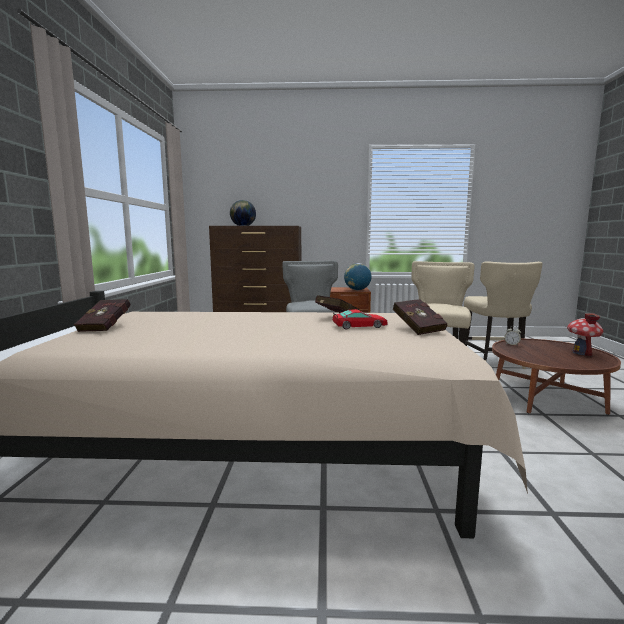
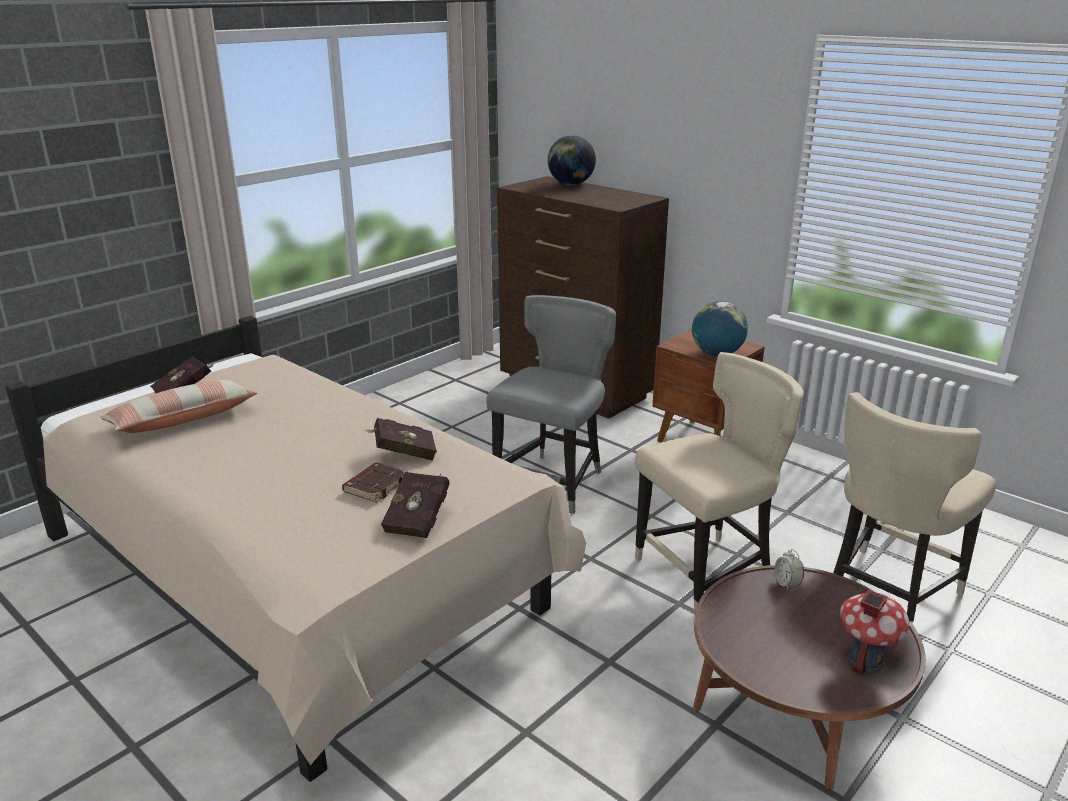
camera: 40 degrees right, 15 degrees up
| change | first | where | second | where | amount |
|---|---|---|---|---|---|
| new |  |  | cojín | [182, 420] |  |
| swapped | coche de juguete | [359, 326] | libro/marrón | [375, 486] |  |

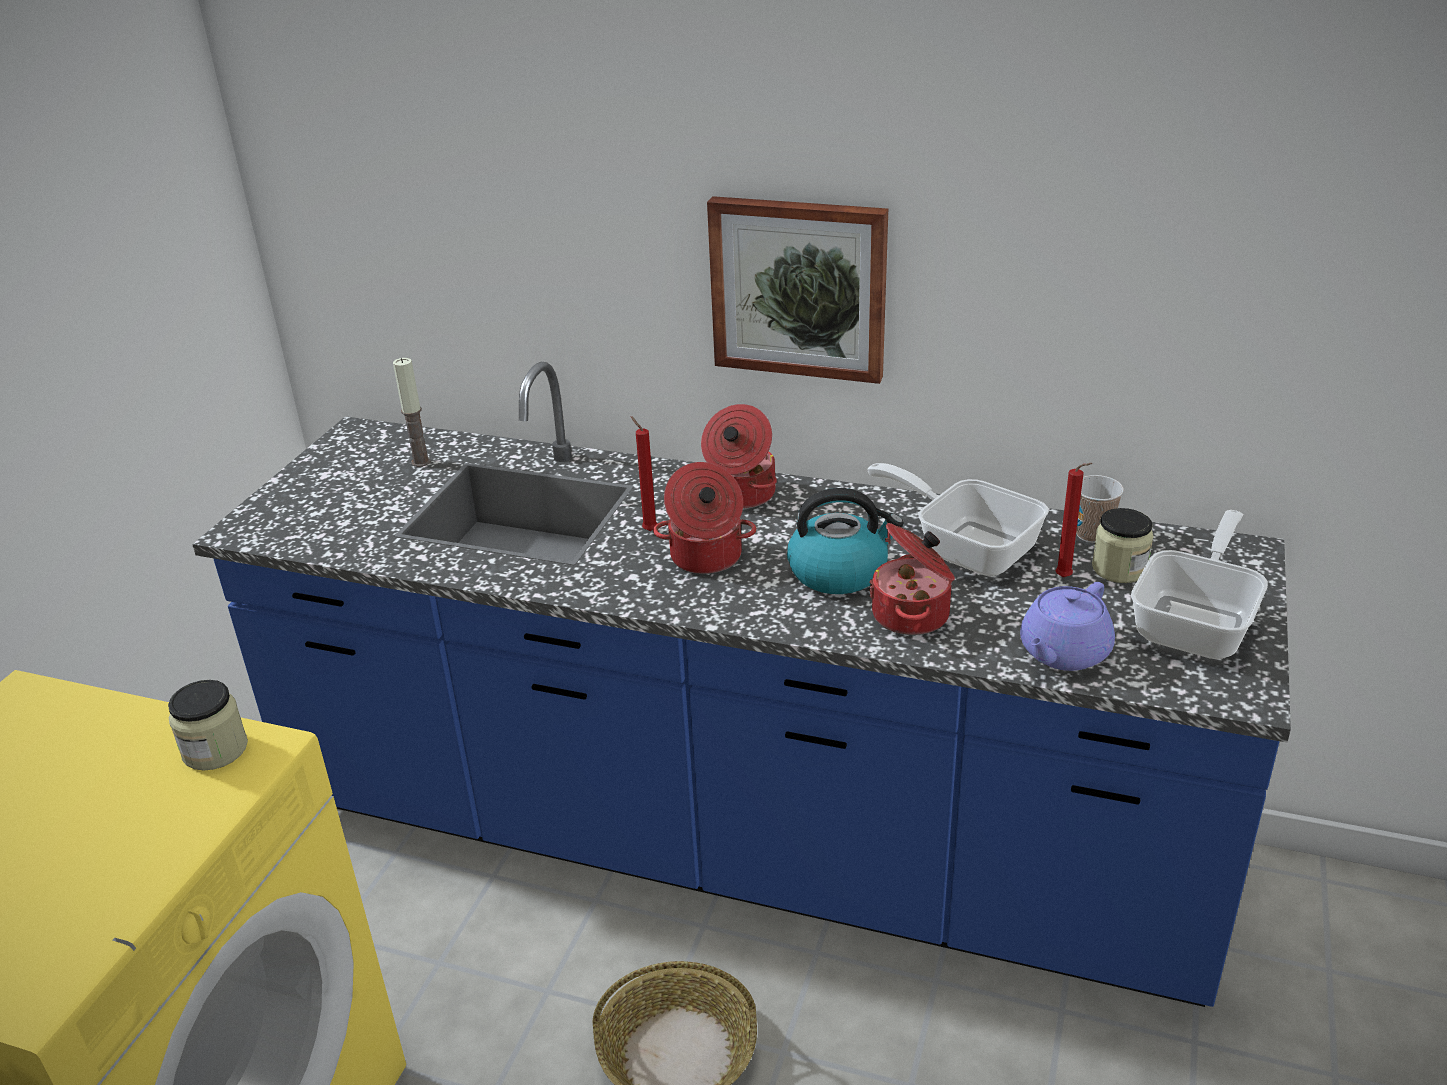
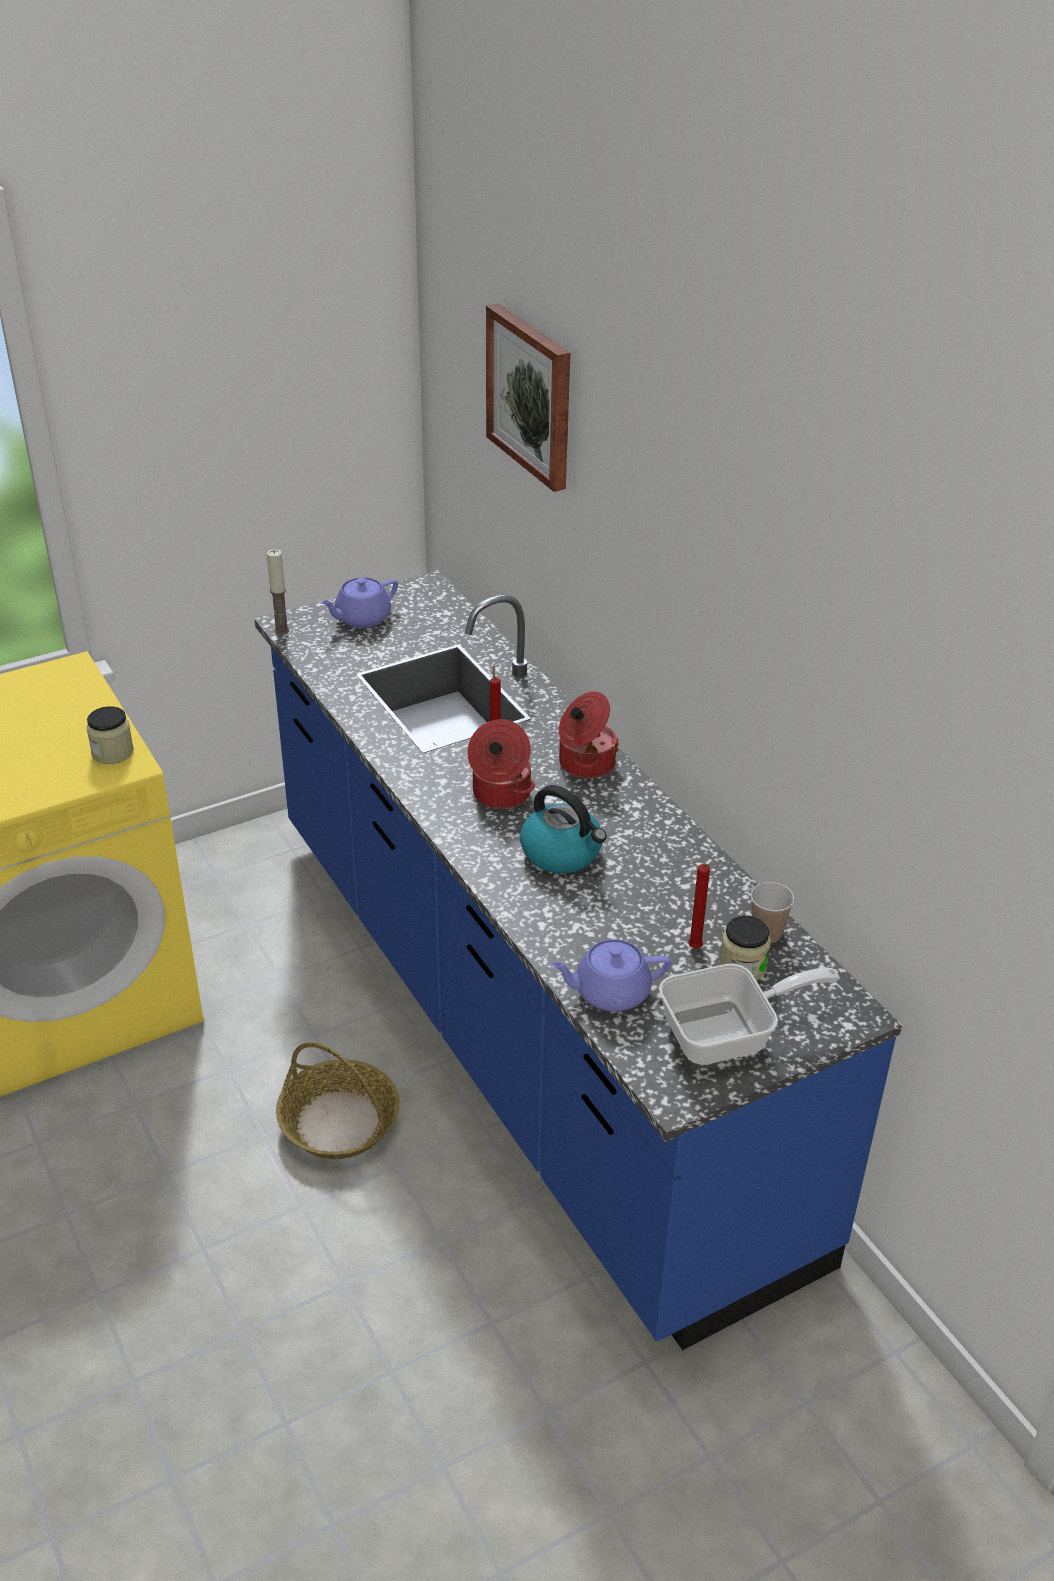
camera: 40 degrees right, 5 degrees up
| change | first | where | second | where | amount |
|---|---|---|---|---|---|
| shifted | vela | [421, 462] |  | [281, 630] |  |
| new |  |  | tetera/morado | [361, 618] |  |
| shifted | cuadro | [799, 287] |  | [532, 395] |  |
| gone | sartén | [966, 547] |  |  |  |
| gone | olla | [913, 615] |  |  |  |

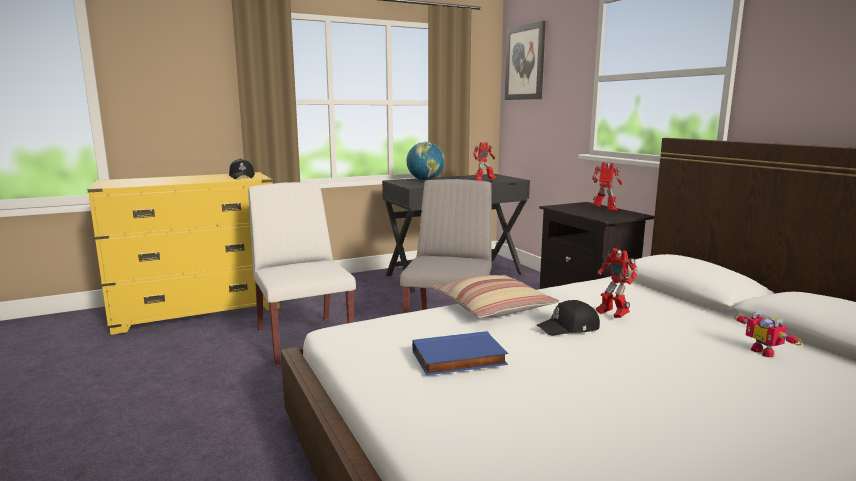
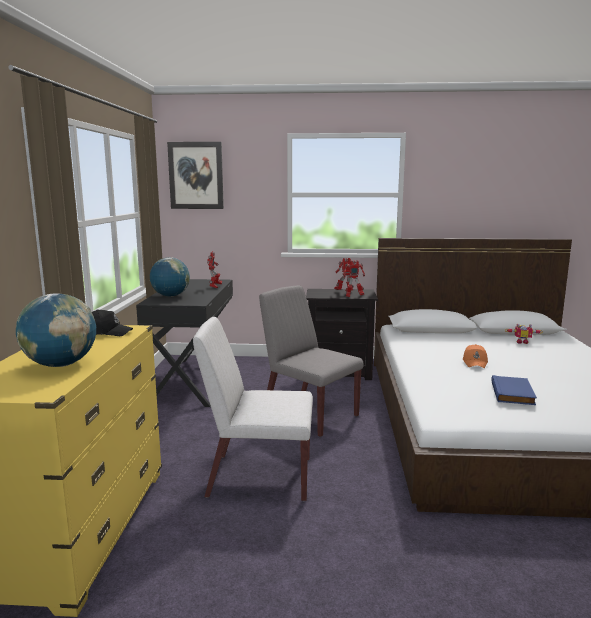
camera: 60 degrees left, 0 degrees up
| change | first | where | second | where | amount |
|---|---|---|---|---|---|
| new |  |  | globo terráqueo | [61, 365] |  |
| shifted | robot de juguete | [611, 315] |  | [353, 296] |  |
| repainted | gorra/negro | [569, 328] | gorra/naranja | [475, 362] |  |
| gone | cojín | [492, 307] |  |  |  |

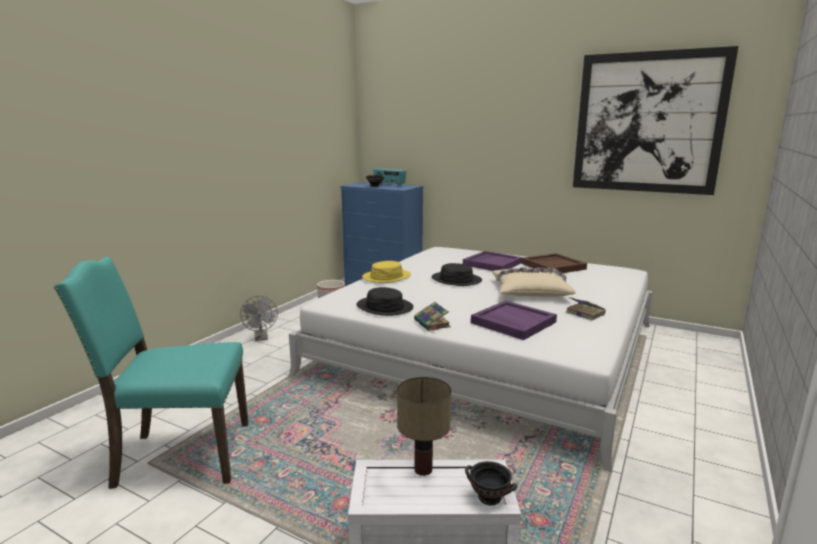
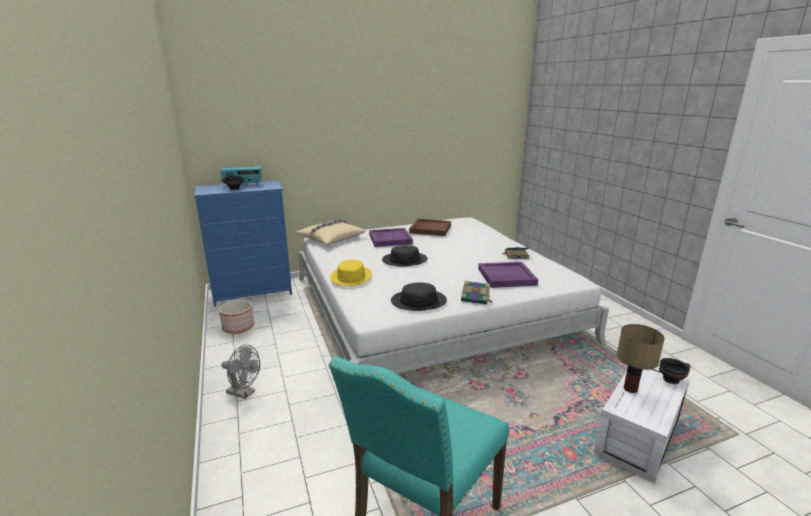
camera: 50 degrees left, 5 degrees up
| change | first | where | second | where | amount |
|---|---|---|---|---|---|
| shifted | cojín/beis | [530, 290] |  | [331, 238] |  |
| gone | cuadro | [647, 123] |  |  |  |

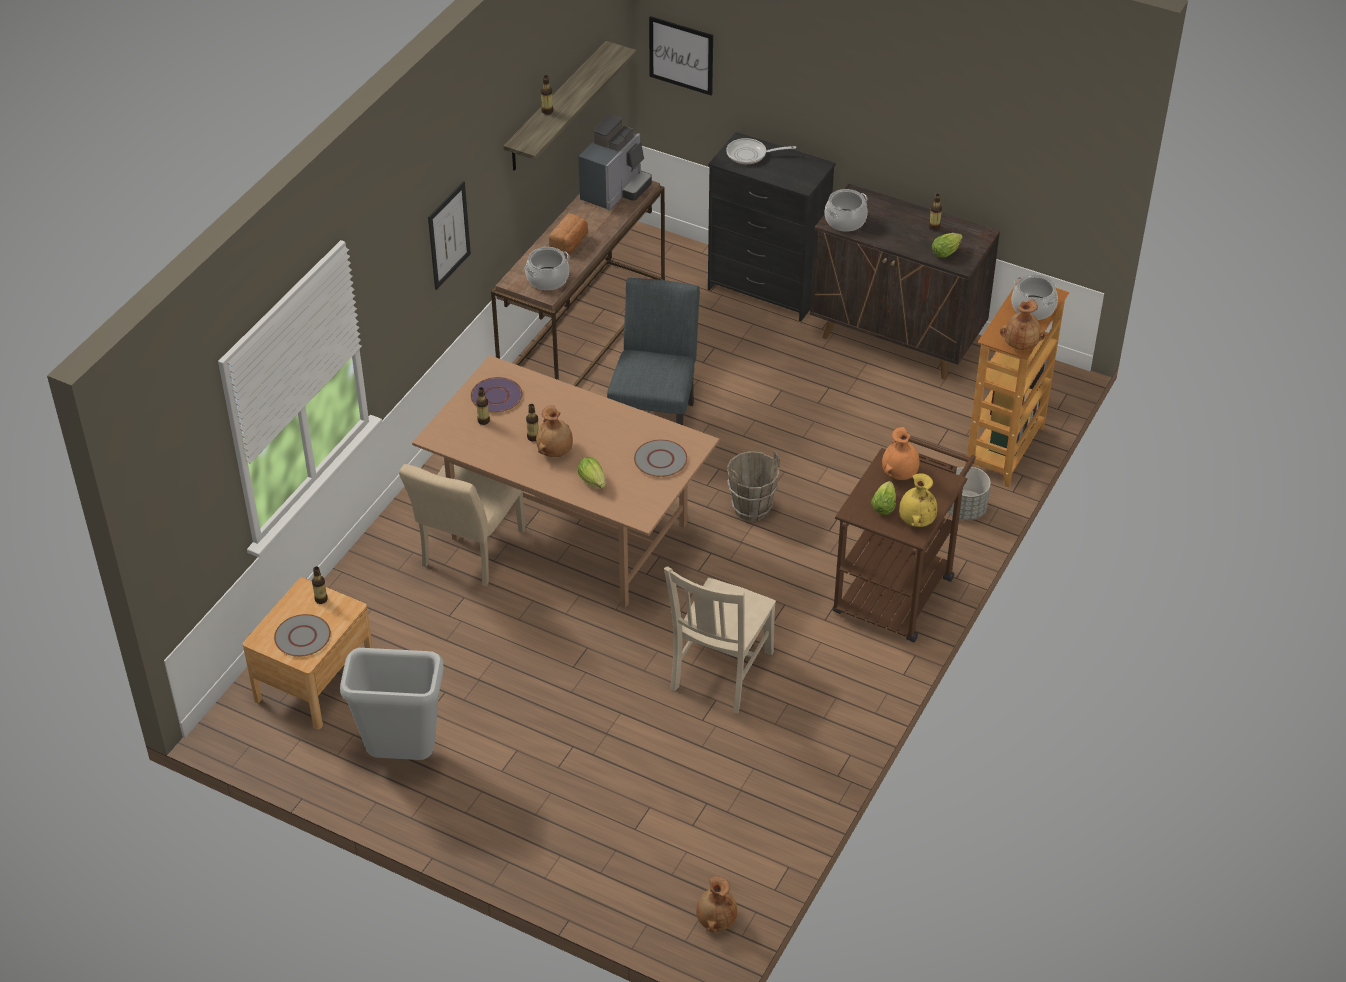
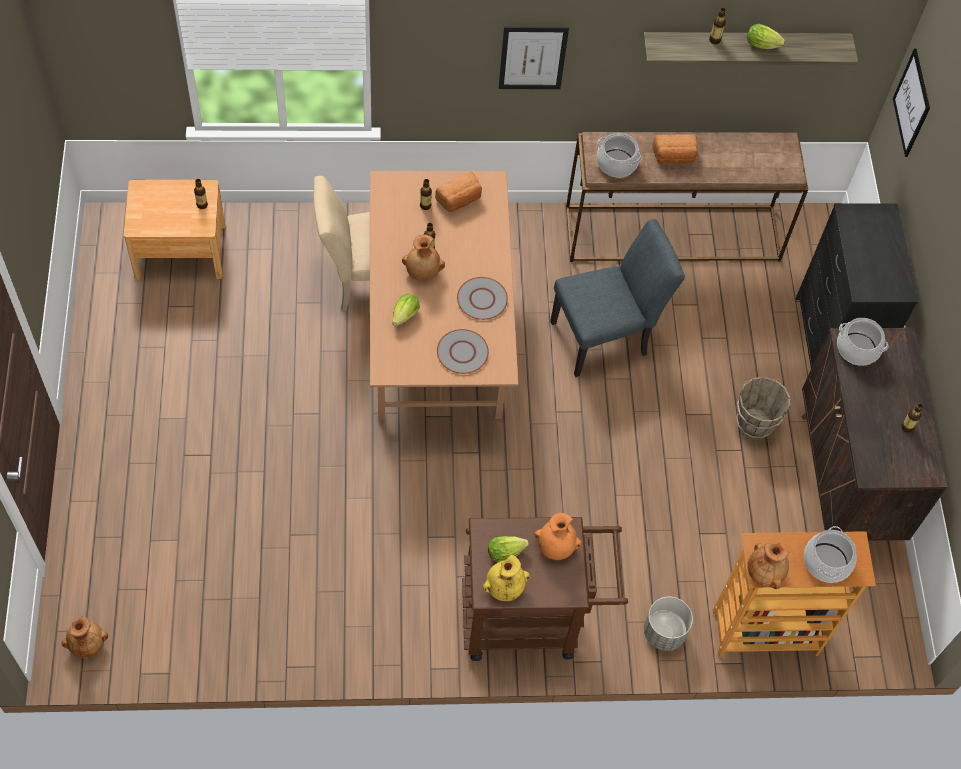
camera: 55 degrees right, 15 degrees up
| change | first | where | second | where | amount |
|---|---|---|---|---|---|
| swapped | plato/morado | [496, 396] | pan | [459, 200] |  |
| shifted | plato/gris | [302, 636] |  | [482, 299] |  |
| shifted | cubo/marrón | [751, 508] |  | [754, 424] |  |
| shifted | lechuga | [947, 251] |  | [764, 45] |  |
| gone | papelera/gris | [403, 755] |  |  |  |
| gone | cafetera | [615, 190] |  |  |  |
| gone | silla/beis | [720, 673] |  |  |  |
| gone | sartén | [750, 155] |  |  |  |

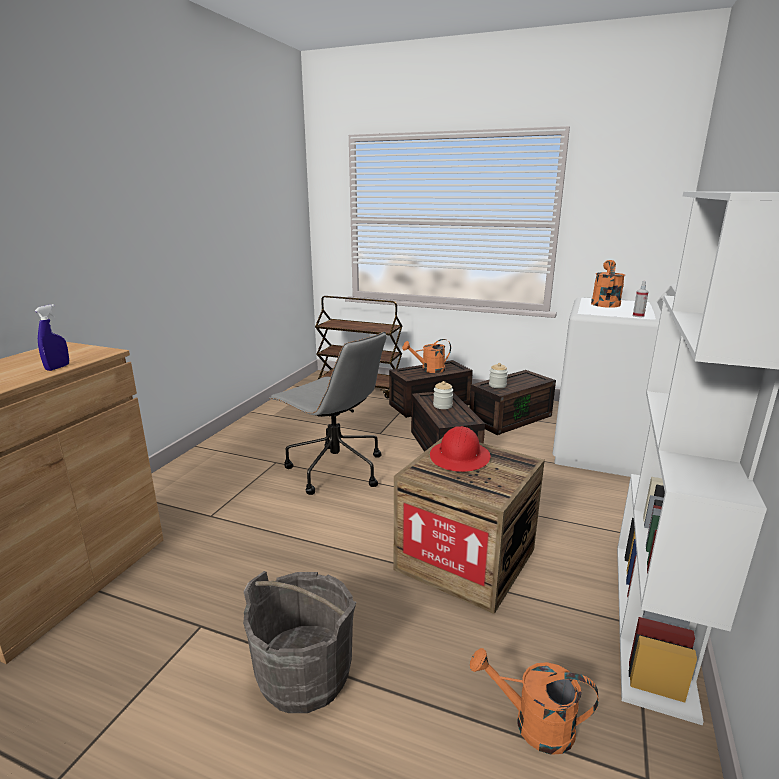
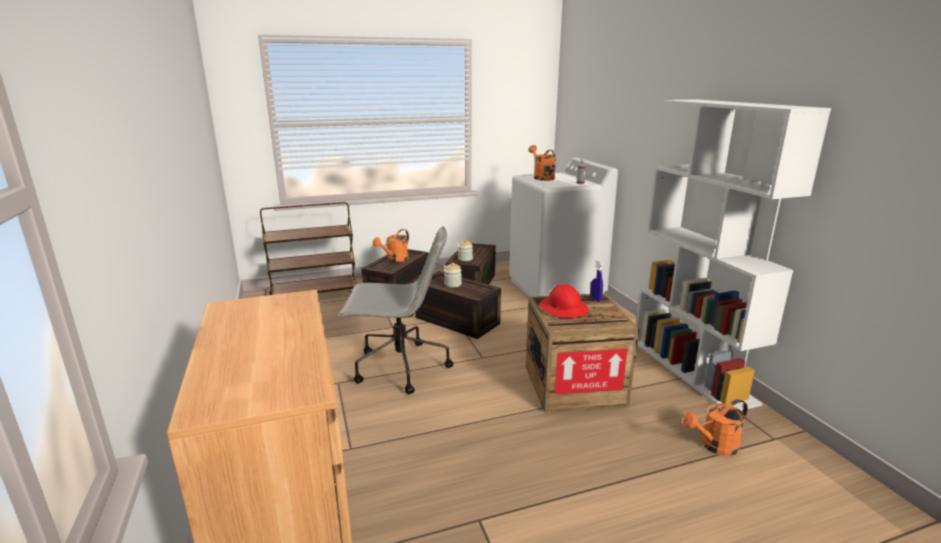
camera: 40 degrees left, 0 degrees up
| change | first | where | second | where | amount |
|---|---|---|---|---|---|
| shifted | pulverizador/azul | [58, 367] |  | [595, 299] |  |
| gone | cubo/gris | [304, 675] |  |  |  |

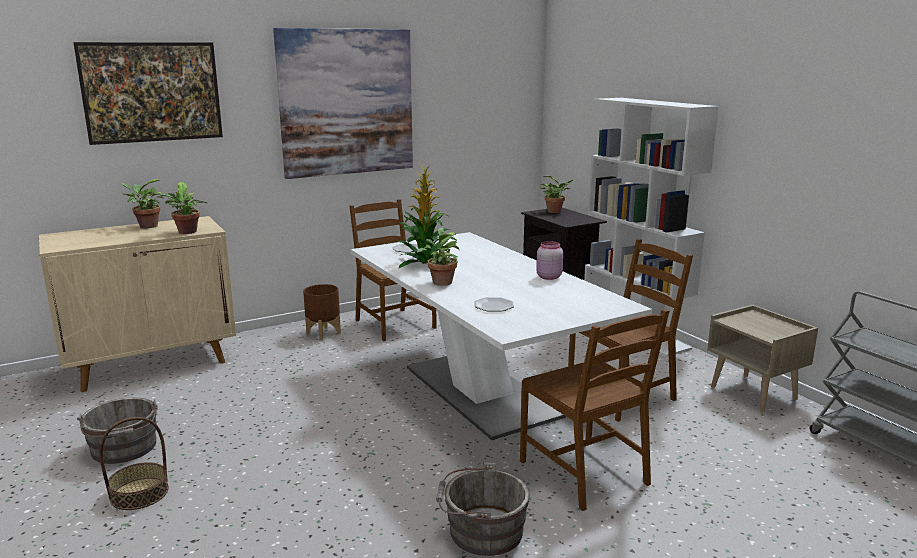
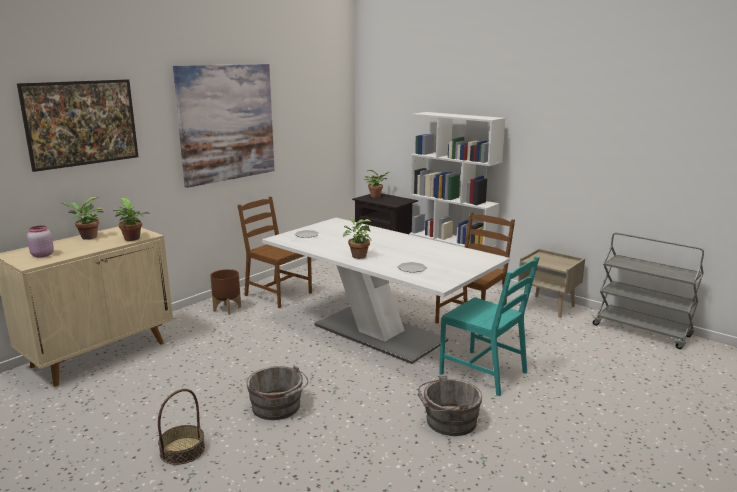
camera: 20 degrees left, 0 degrees up
| change | first | where | second | where | amount |
|---|---|---|---|---|---|
| shifted | tarro/rosa | [548, 277] |  | [42, 255] |  |
| shifted | cubo/gris | [124, 449] |  | [278, 407] |  |
| repainted | silla/marrón | [585, 472] | silla/turquesa | [484, 373] |  |
| gone | planta en maceta | [426, 263] |  |  |  |

